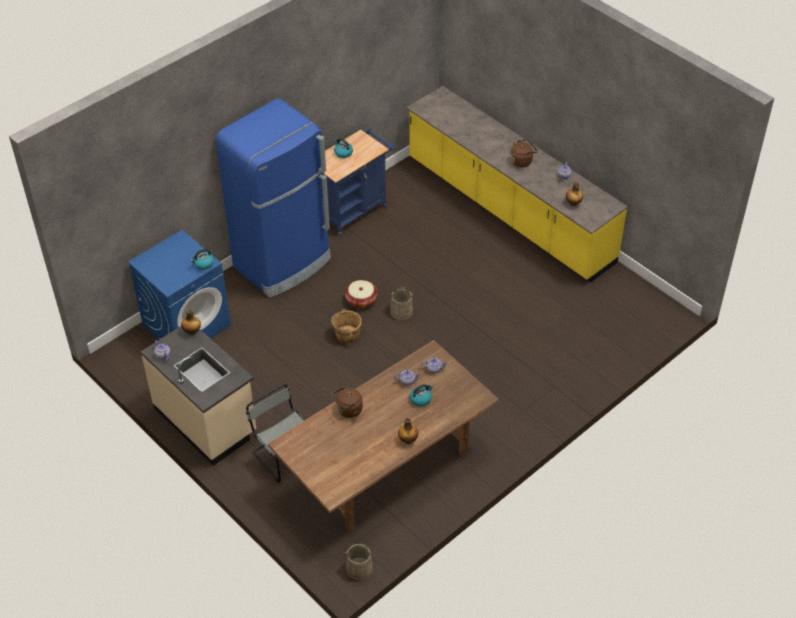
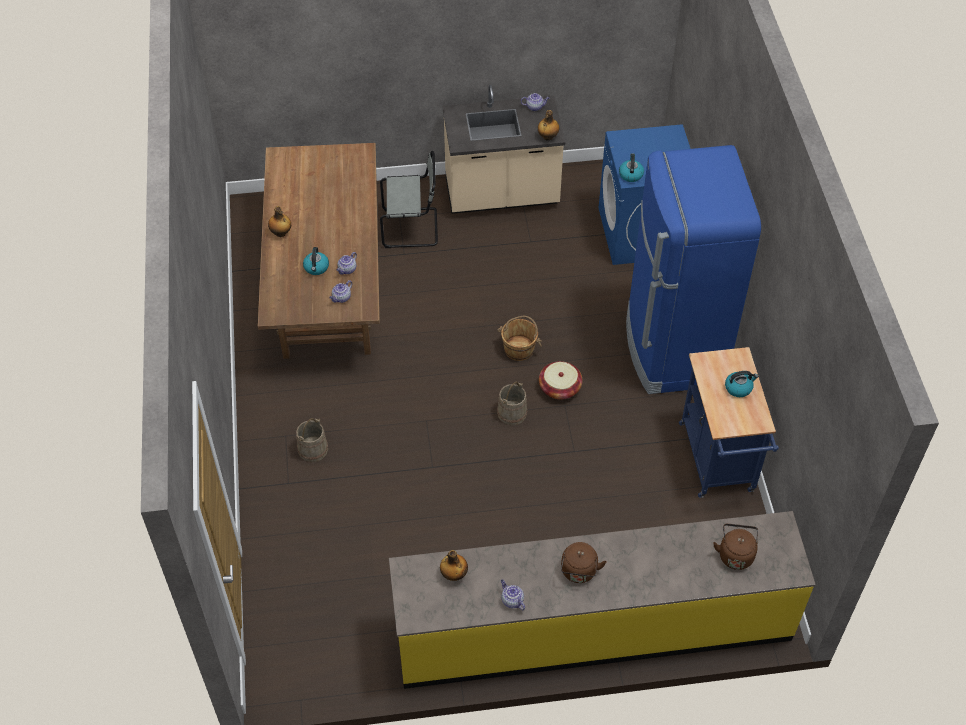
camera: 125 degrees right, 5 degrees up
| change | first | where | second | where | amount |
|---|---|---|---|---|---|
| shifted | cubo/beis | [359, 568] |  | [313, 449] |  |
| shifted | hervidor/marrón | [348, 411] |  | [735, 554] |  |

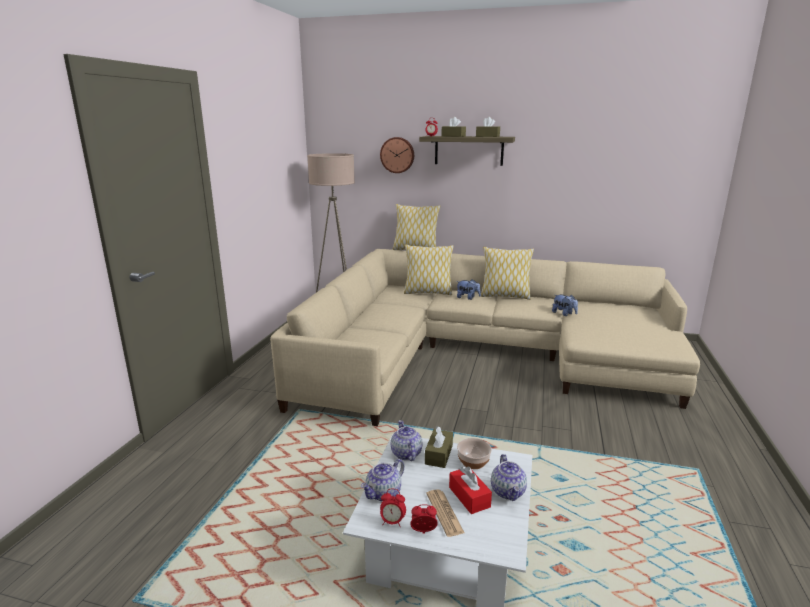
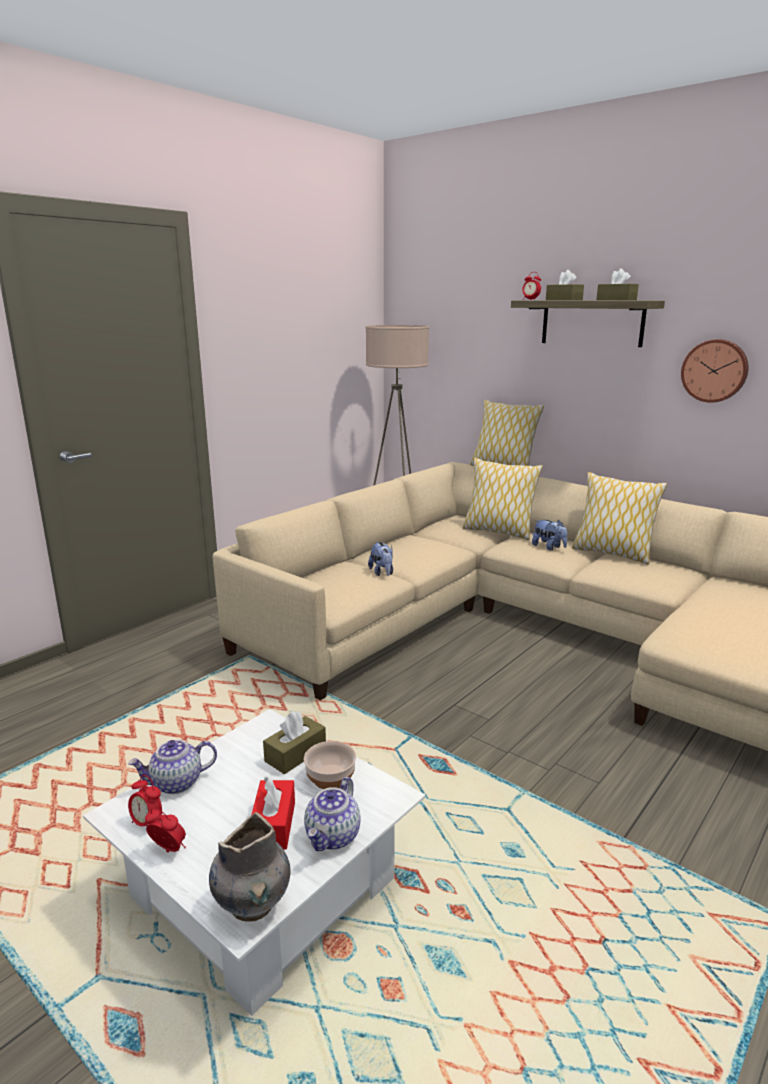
camera: 25 degrees right, 0 degrees up
| change | first | where | second | where | amount |
|---|---|---|---|---|---|
| new |  |  | florero/gris | [252, 904] |  |
| shifted | peluche | [564, 314] |  | [382, 573] |  |
| shifted | reloj de pared | [397, 155] |  | [715, 370] |  |
| gone | tetera | [405, 453] |  |  |  |
| gone | periódico | [444, 513] |  |  |  |

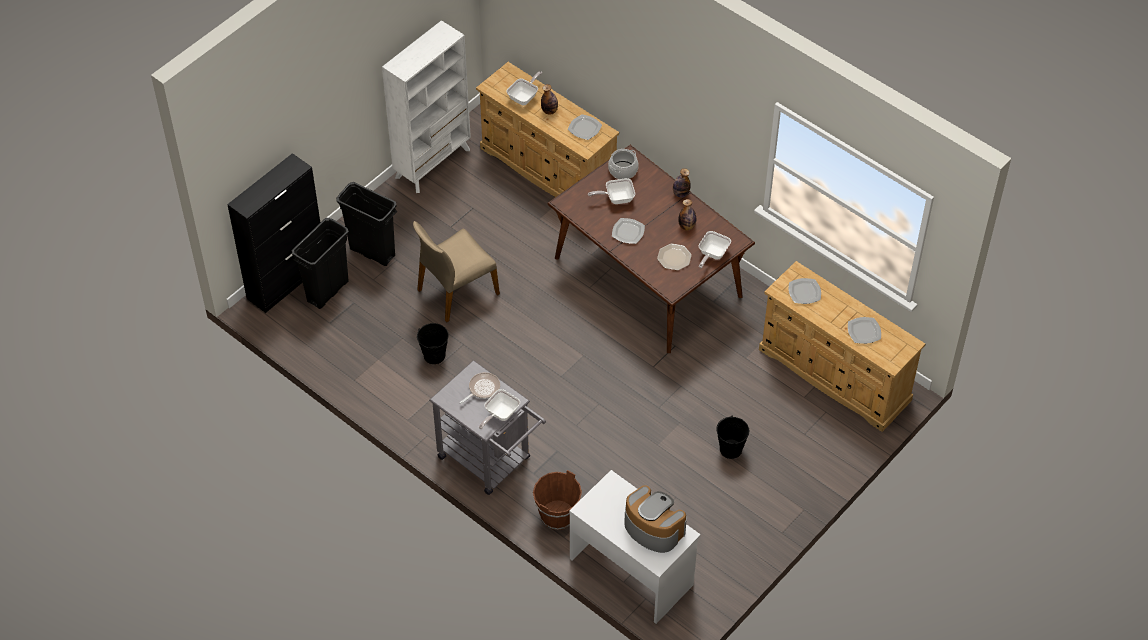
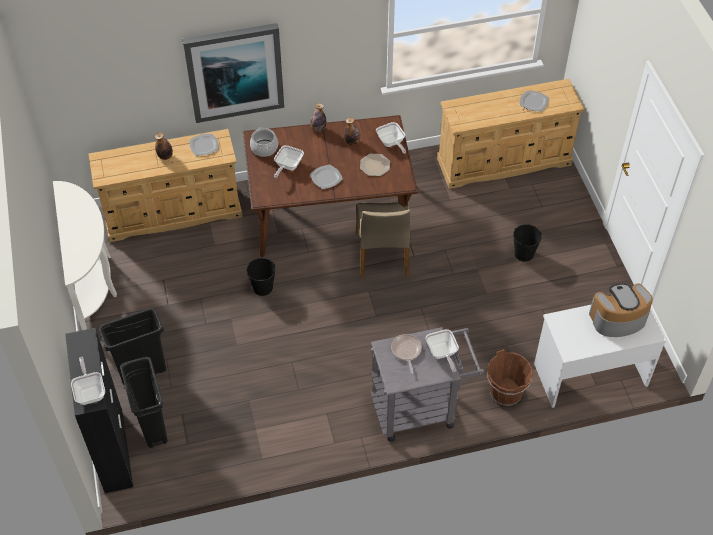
camera: 55 degrees left, 0 degrees up
| change | first | where | second | where | amount |
|---|---|---|---|---|---|
| swapped | estantería/blanco | [433, 163] | mesa consola/blanco | [93, 280] |  |
| shifted | sartén | [524, 97] |  | [90, 392] |  |
| new |  |  | cuadro | [234, 71] |  |
| shifted | cubo/negro | [434, 355] |  | [262, 287] |  |
| shifted | silla/beis | [456, 291] |  | [383, 254] |  |
| gone | plato | [804, 292] |  |  |  |

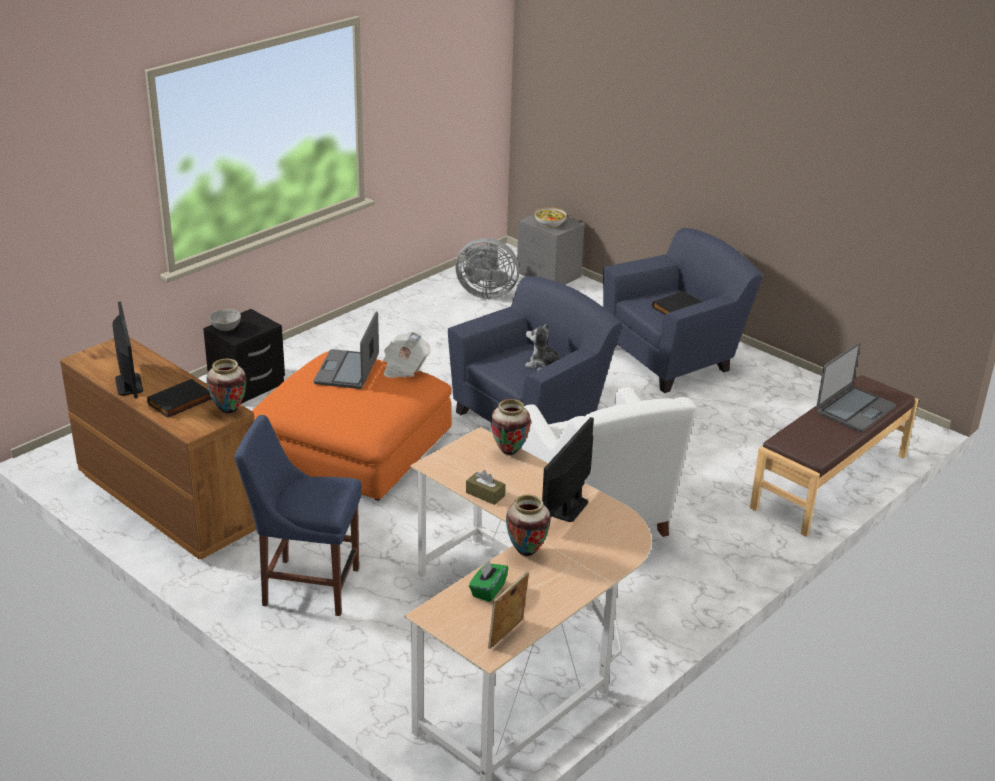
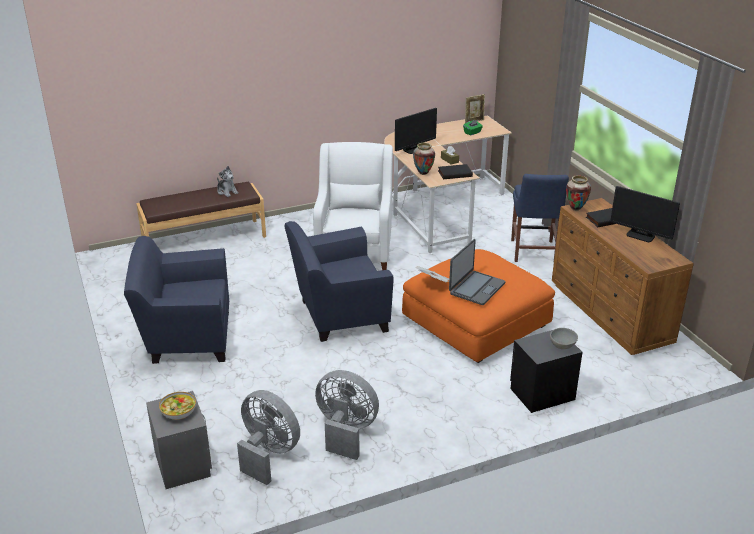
camera: 155 degrees left, 0 degrees up
| change | first | where | second | where | amount |
|---|---|---|---|---|---|
| shifted | peluche | [543, 365] |  | [227, 192] |  |
| new |  |  | ventilador/gris | [346, 432] |  |
| shifted | libro/negro | [677, 308] |  | [455, 173] |  |
| rotated | silla/azul | [306, 585] |  | [533, 252] | 60 degrees clockwise |
| rotated | monitor | [129, 384] |  | [640, 235] | 60 degrees counterclockwise |
| gone | florero | [526, 552] |  |  |  |
| gone | portátil | [854, 410] |  |  |  |

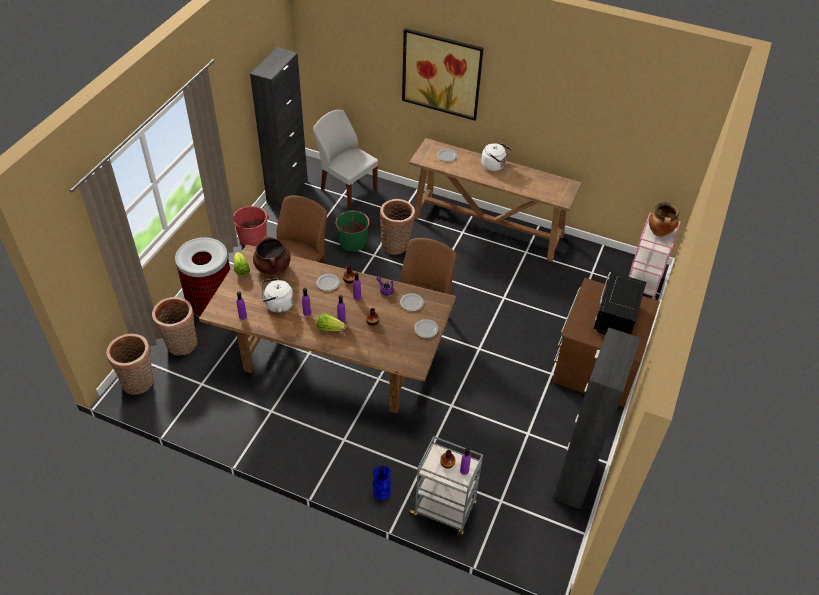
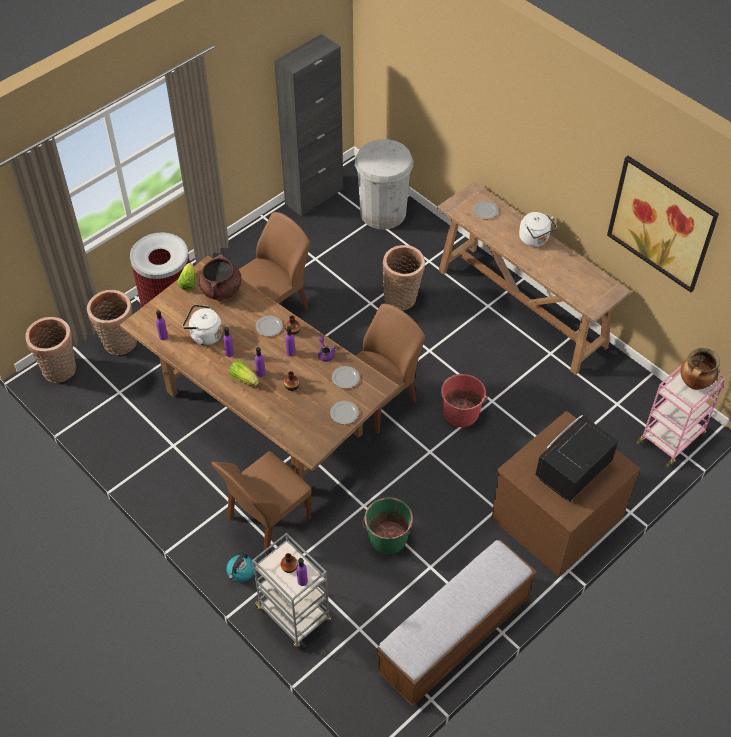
camera: 25 degrees right, 5 degrees up
| change | first | where | second | where | amount |
|---|---|---|---|---|---|
| new |  |  | silla/marrón | [267, 519] |  |
| swapped | florero/azul | [382, 492] | hervidor | [241, 572] |  |
| swapped | silla/blanco | [347, 188] | papelera/blanco | [383, 212] |  |
| shifted | cubo/verde | [352, 242] |  | [387, 537] |  |
| swapped | armario/negro | [575, 478] | banco | [454, 636] |  |
| shifted | cubo/rojo | [252, 237] |  | [461, 412] |  |
| shifted | cuadro | [441, 74] |  | [662, 223] |  |

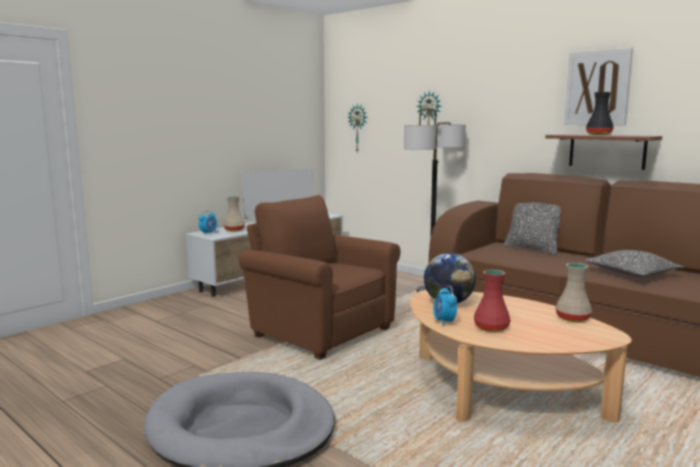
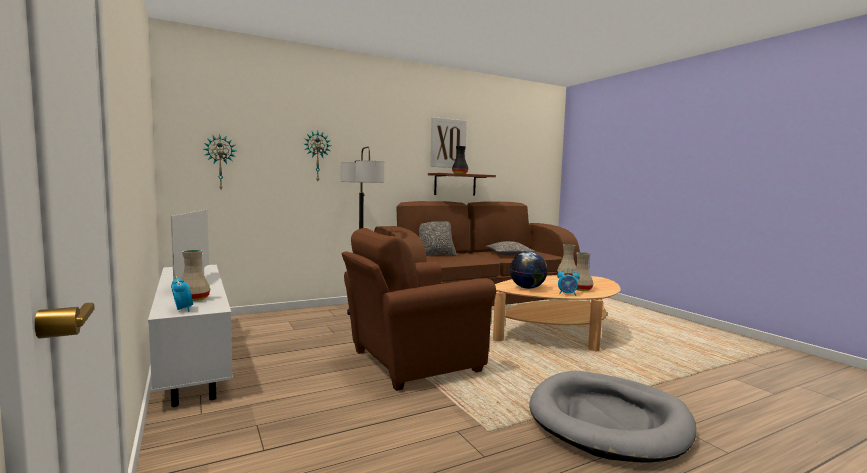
camera: 70 degrees left, 5 degrees down
| change | first | where | second | where | amount |
|---|---|---|---|---|---|
| repainted | florero/rojo | [492, 328] | florero/beis | [580, 289] |  |

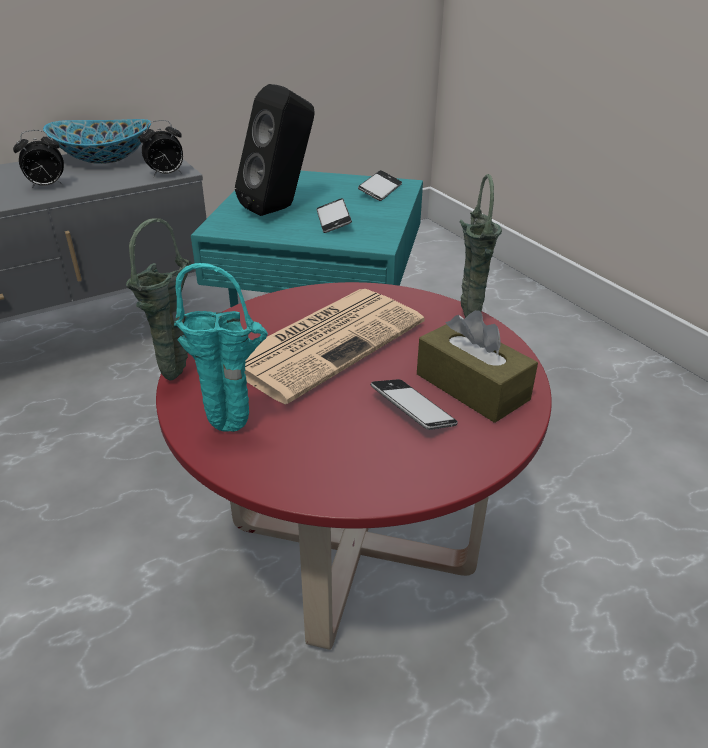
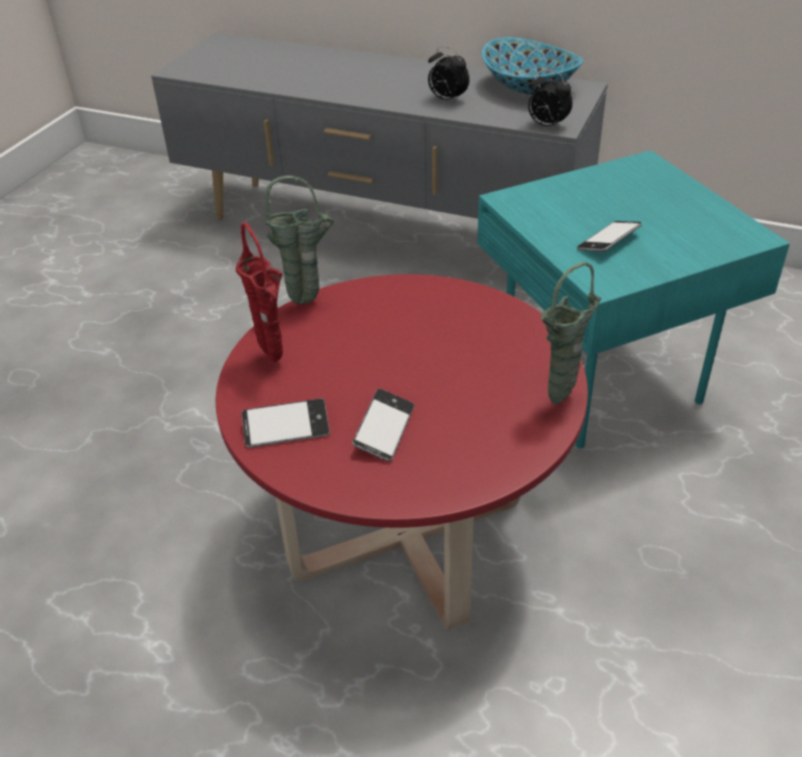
camera: 55 degrees right, 5 degrees up
| change | first | where | second | where | amount |
|---|---|---|---|---|---|
| repainted | florero/turquesa | [234, 430] | florero/rojo | [274, 360] |  |
| shifted | móvil | [380, 190] |  | [286, 428] |  |
| gone | altavoz/negro | [281, 209] |  |  |  |
| gone | periódico | [326, 341] |  |  |  |
| gone | caja de pañuelos/marrón | [472, 387] |  |  |  |

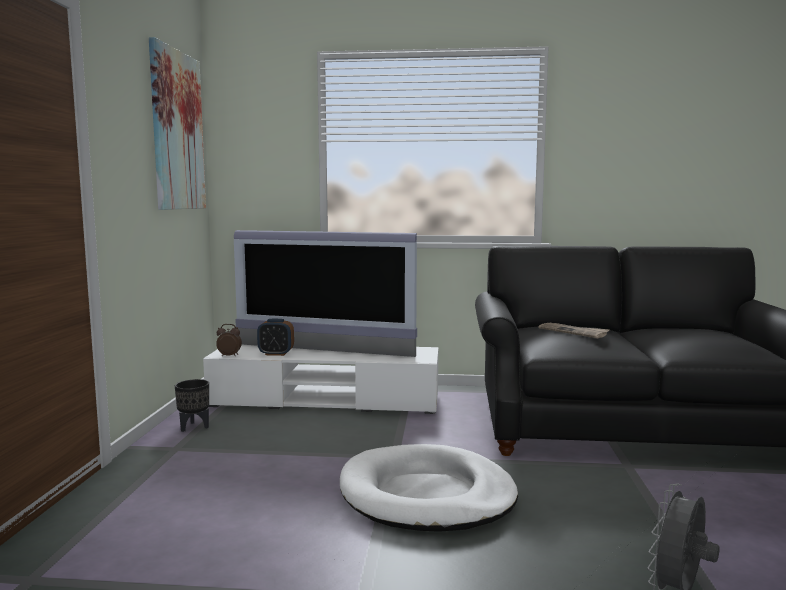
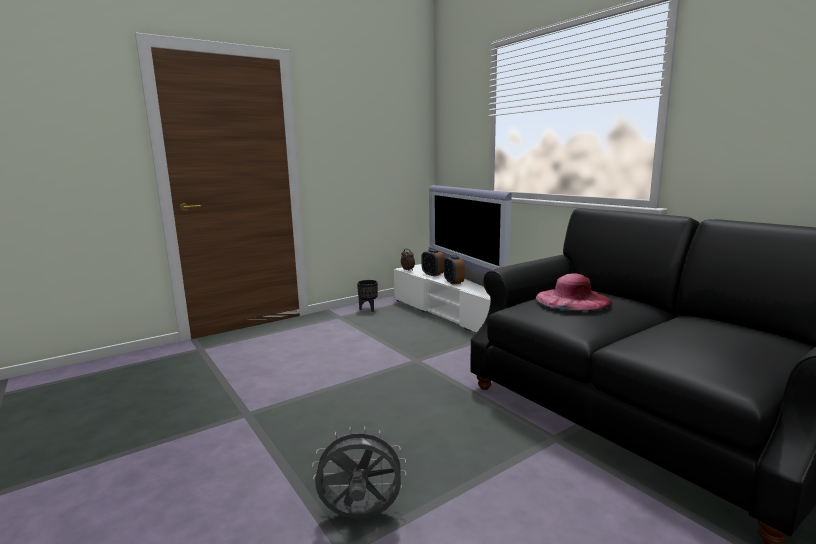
camera: 50 degrees right, 5 degrees up
| change | first | where | second | where | amount |
|---|---|---|---|---|---|
| new |  |  | despertador | [453, 282] |  |
| swapped | periódico | [573, 332] | sombrero/rosa | [573, 299] |  |
| gone | cuadro | [177, 131] |  |  |  |
| gone | cama para perro/blanco | [426, 495] |  |  |  |

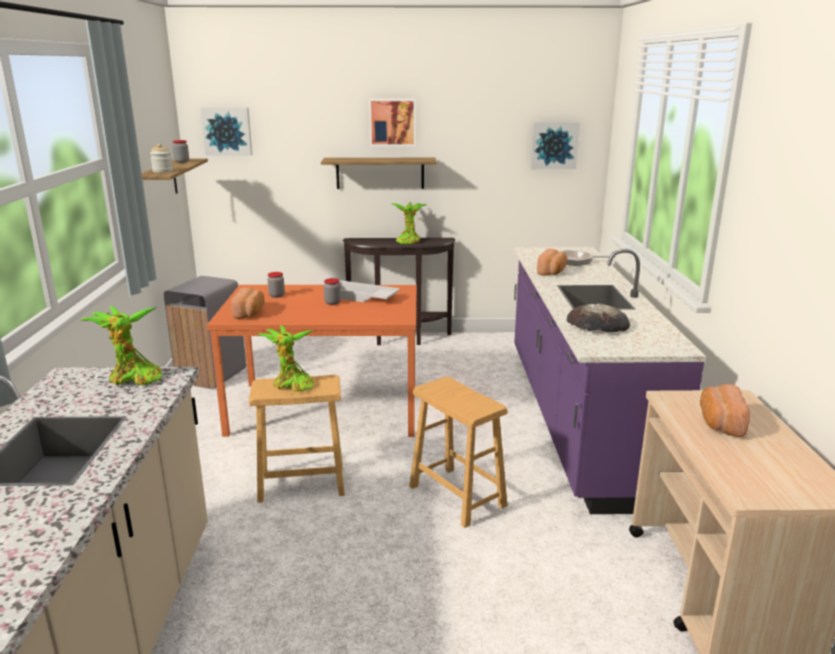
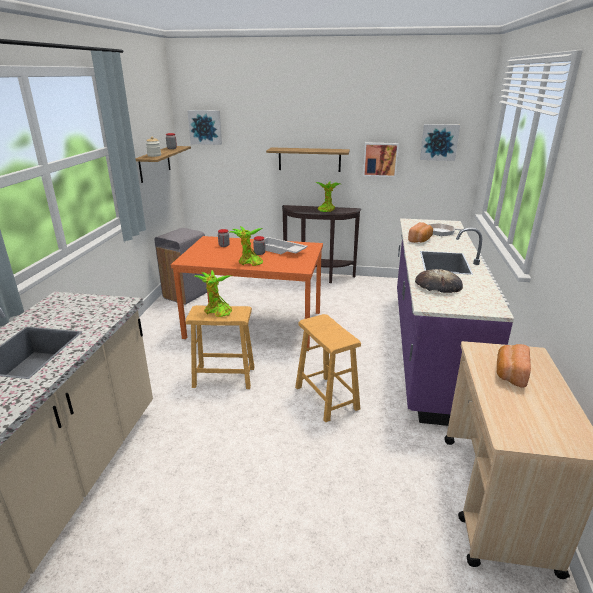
camera: 10 degrees right, 5 degrees up
| change | first | where | second | where | amount |
|---|---|---|---|---|---|
| shifted | planta en maceta | [133, 379] |  | [249, 262] |  |
| shifted | cuadro | [392, 122] |  | [380, 159] |  |
| gone | pan | [250, 313] |  |  |  |

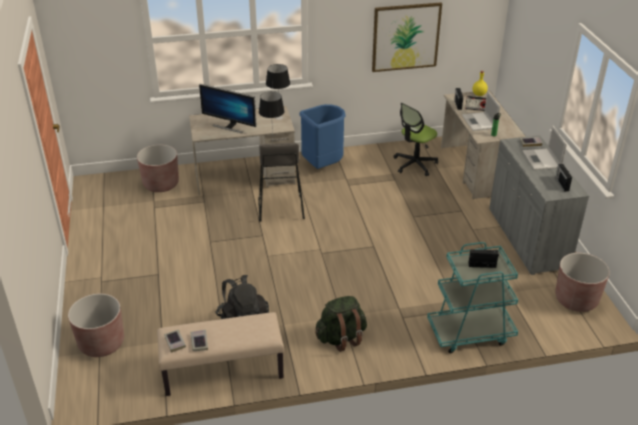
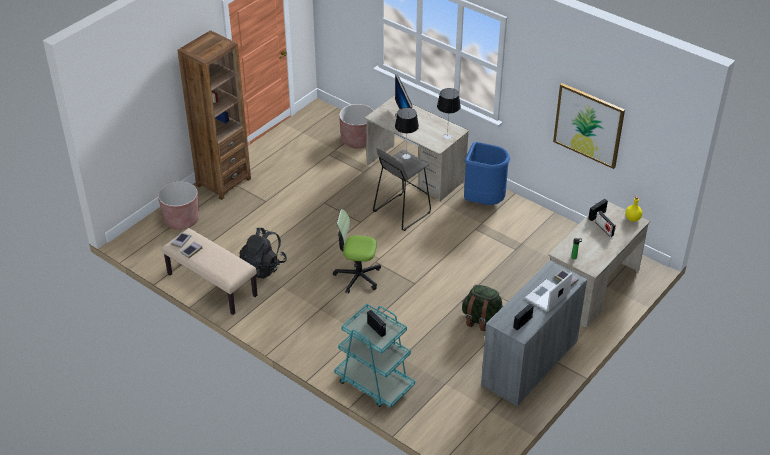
camera: 50 degrees right, 5 degrees up
| change | first | where | second | where | amount |
|---|---|---|---|---|---|
| new |  |  | estantería/marrón | [223, 182] |  |
| shifted | silla de oficina | [414, 164] |  | [357, 277] |  |
| shifted | mochila/verde | [341, 338] |  | [482, 320] |  |
| gone | portátil | [479, 122] |  |  |  |
| gone | maceta/marrón | [576, 299] |  |  |  |

